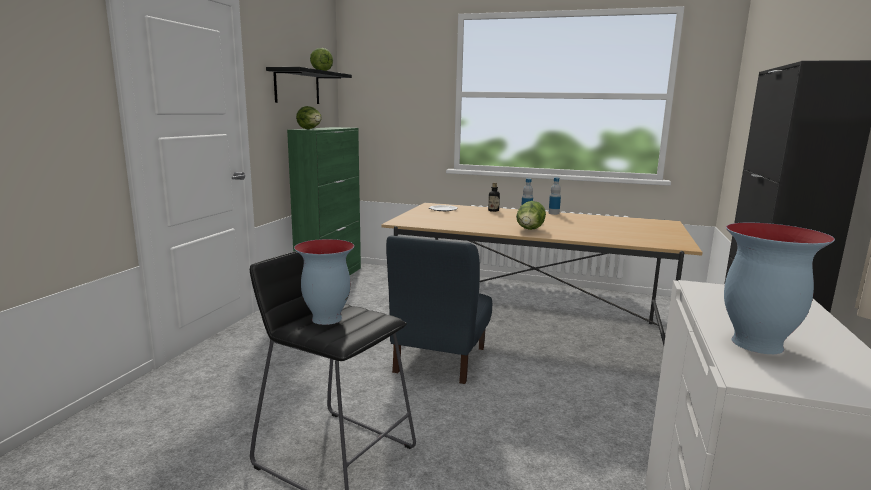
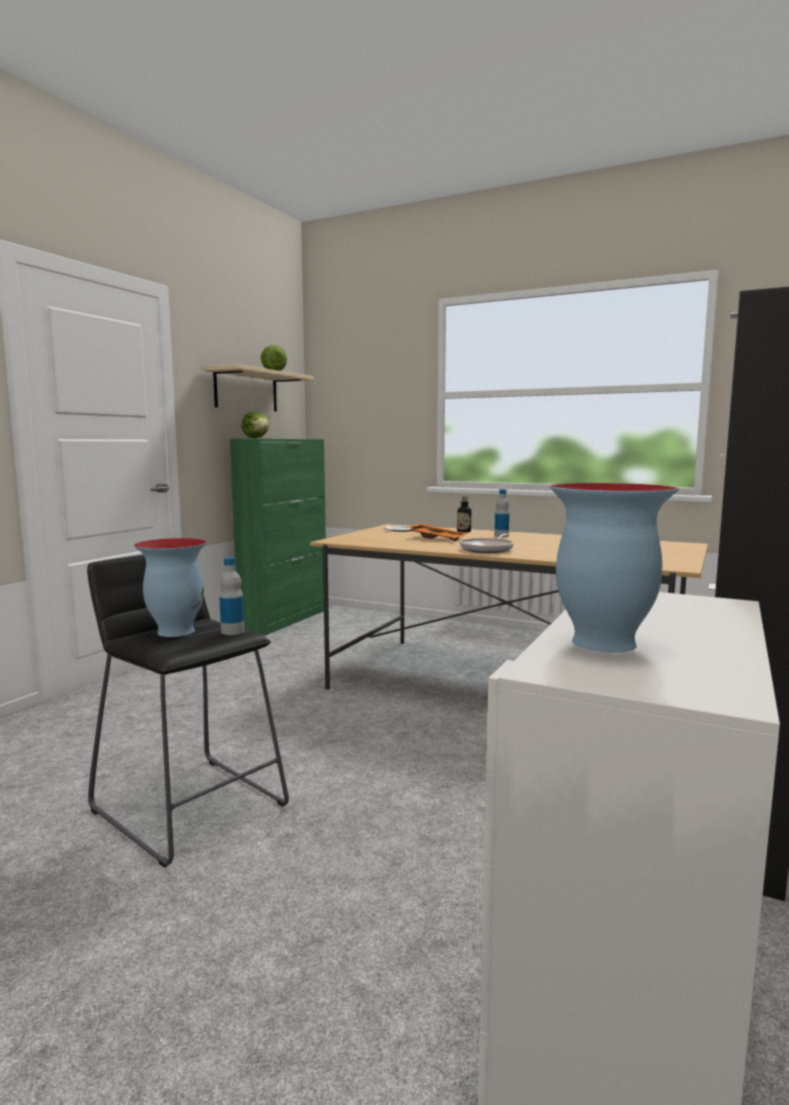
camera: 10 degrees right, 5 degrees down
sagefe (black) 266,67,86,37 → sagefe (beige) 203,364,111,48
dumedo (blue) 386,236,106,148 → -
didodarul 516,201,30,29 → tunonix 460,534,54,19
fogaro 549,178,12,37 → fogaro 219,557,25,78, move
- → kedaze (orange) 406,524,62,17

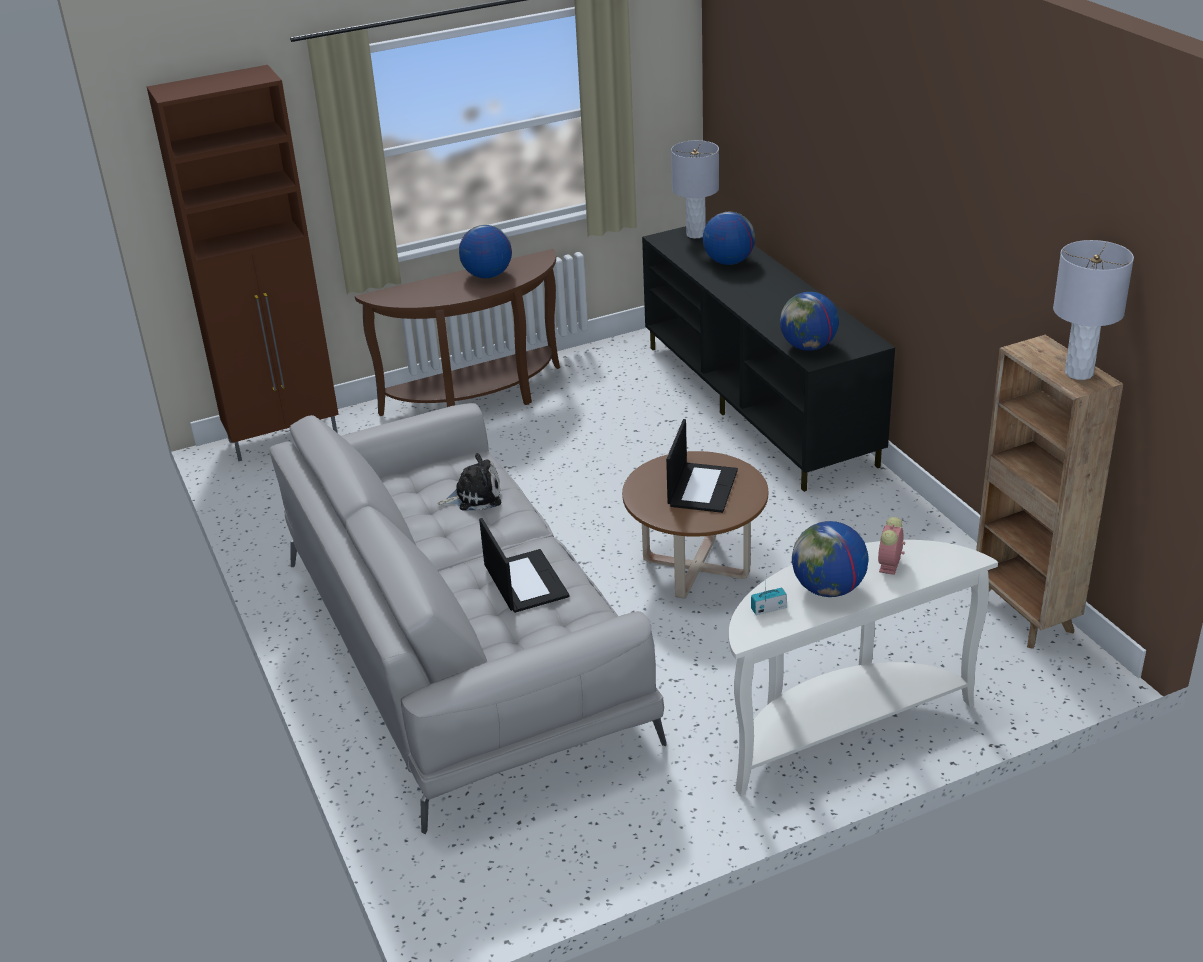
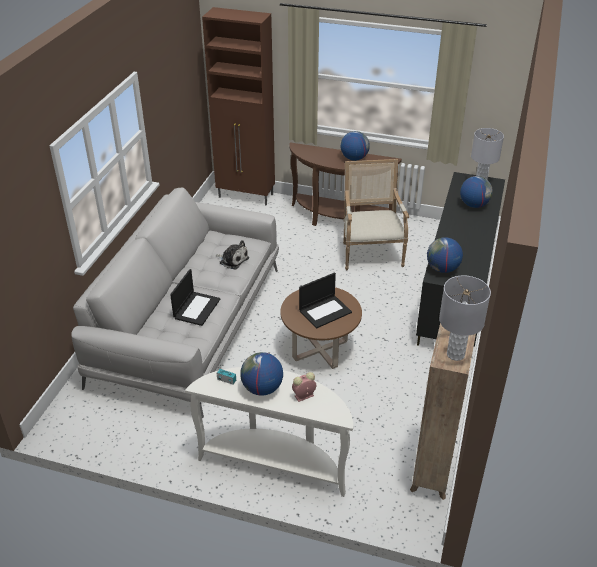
camera: 40 degrees right, 5 degrees up
- → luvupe 343,159,66,111

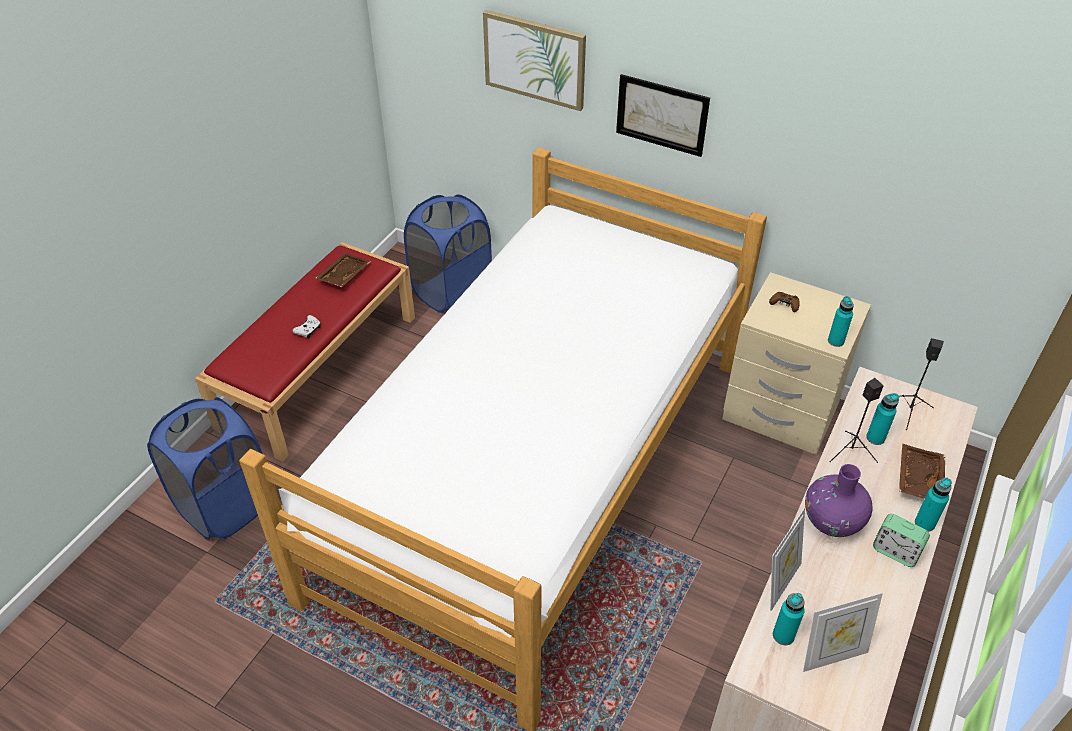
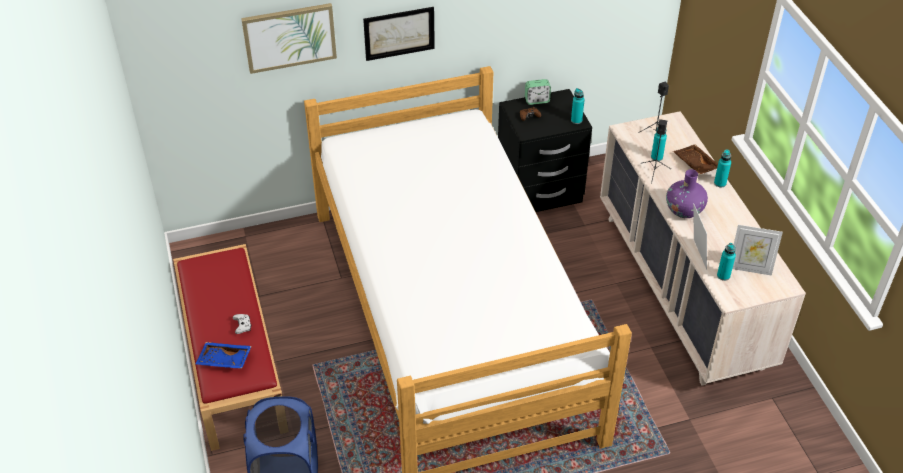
camera: 45 degrees left, 0 degrees up
kedaze (brown) 315,253,56,34 → -
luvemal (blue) 404,194,88,119 → -
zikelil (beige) 722,272,149,183 → zikelil (black) 498,89,94,123
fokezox 803,593,80,79 → fokezox 732,225,51,51, 75 degrees clockwise
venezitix 873,514,57,53 → venezitix 525,79,26,26, move
- → kedaze (blue) 195,342,57,27

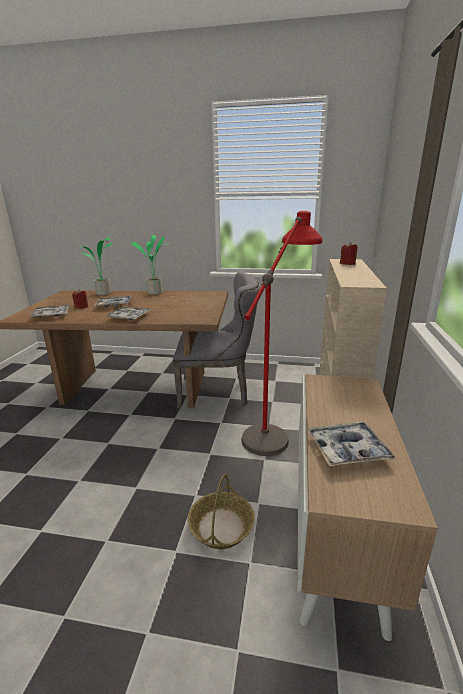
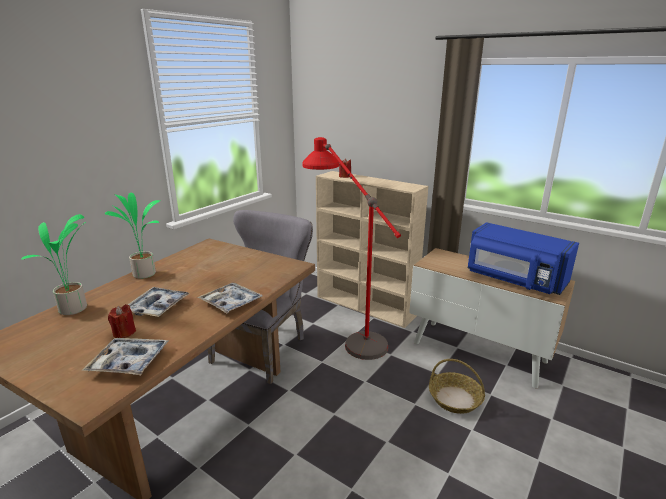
camera: 65 degrees left, 0 degrees up
kedaze 308,422,88,44 → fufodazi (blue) 468,222,111,73

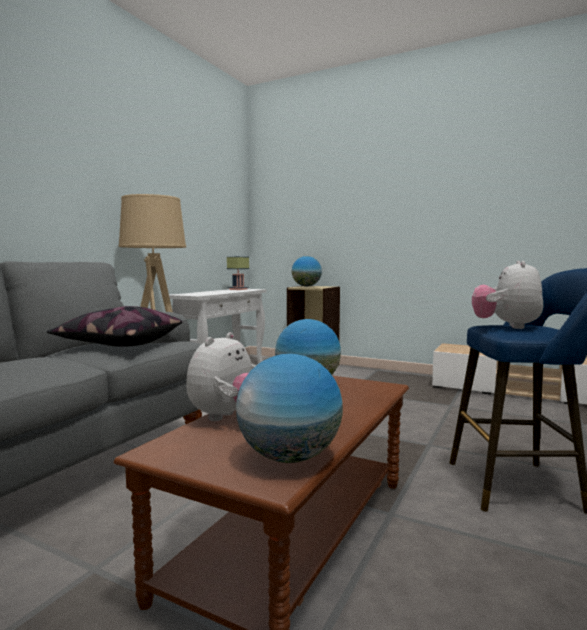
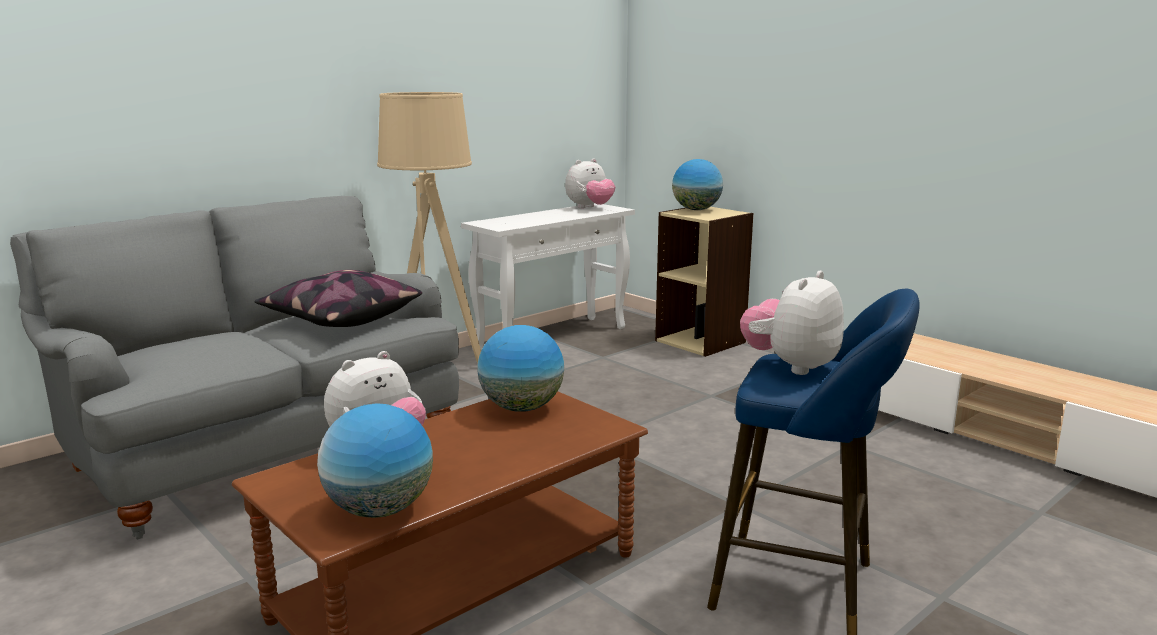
camera: 20 degrees right, 10 degrees up
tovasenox 227,257,22,33 → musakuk 565,158,50,50

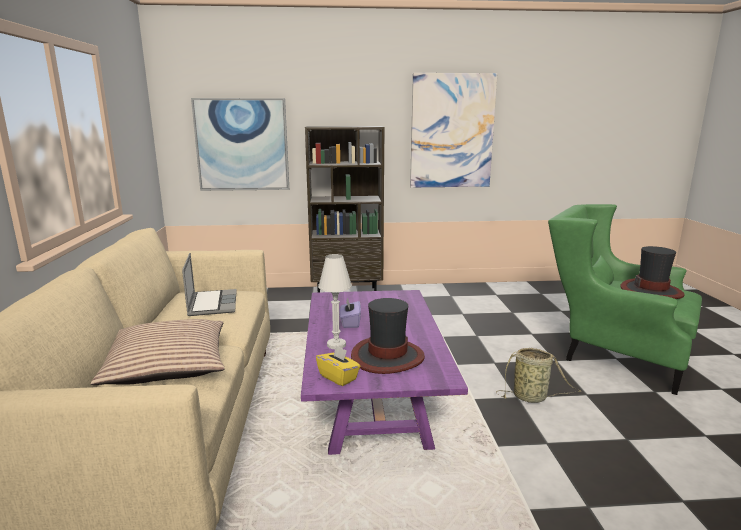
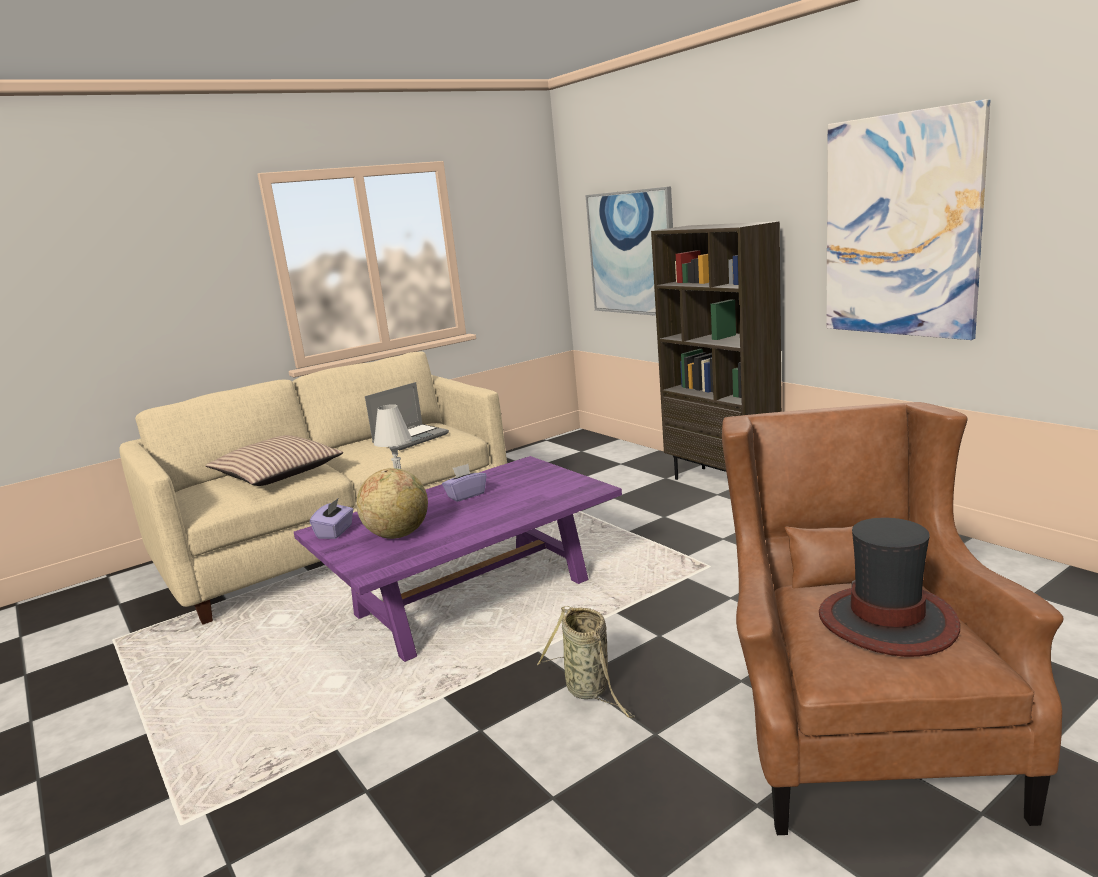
camera: 60 degrees right, 0 degrees up
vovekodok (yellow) 316,345,45,41 → vovekodok (purple) 310,499,43,40
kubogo 351,298,74,76 → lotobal 356,468,72,71
luvupe (green) 548,204,154,191 → luvupe (brown) 722,402,342,433

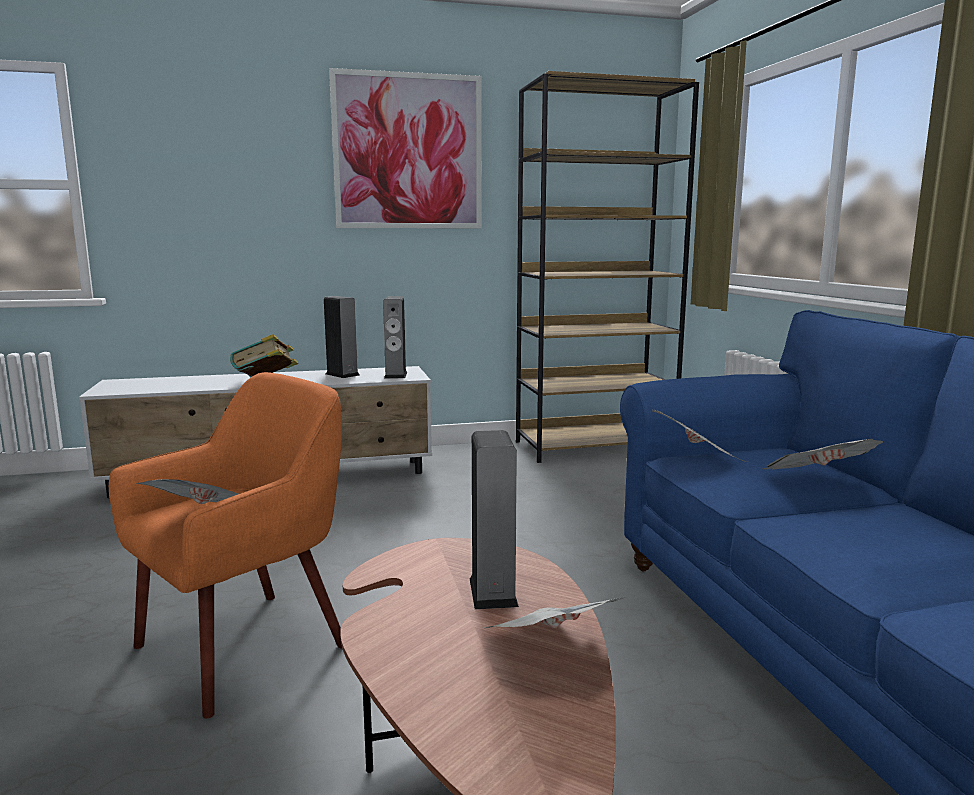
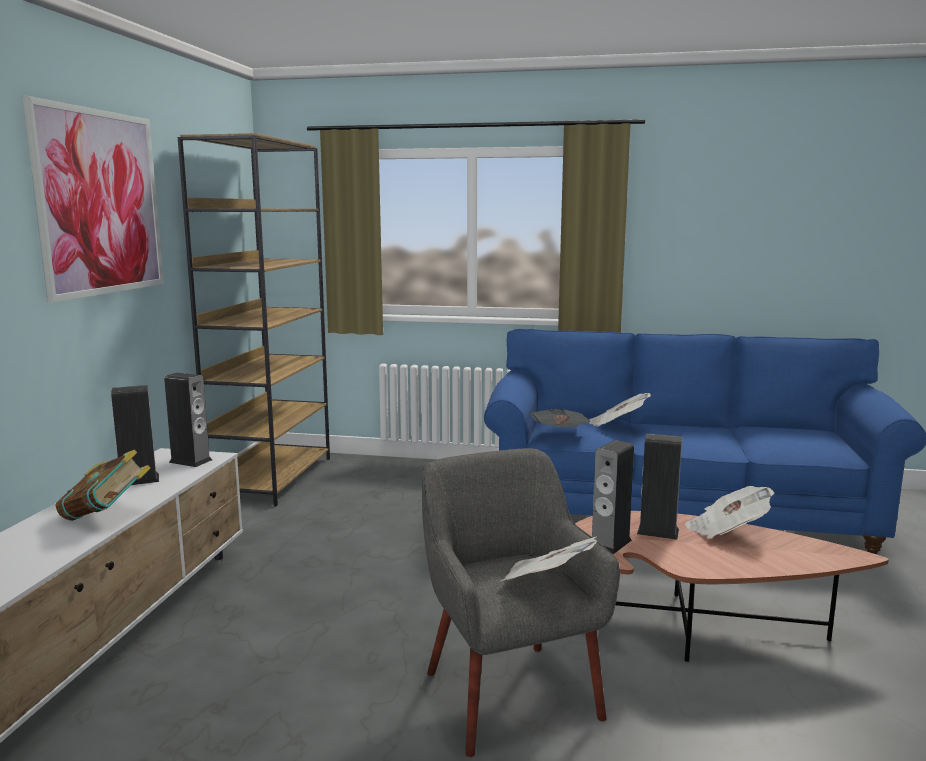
camera: 65 degrees left, 0 degrees up
luvupe (orange) 109,372,233,347 → luvupe (grey) 422,448,198,309
- → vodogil 592,440,42,114

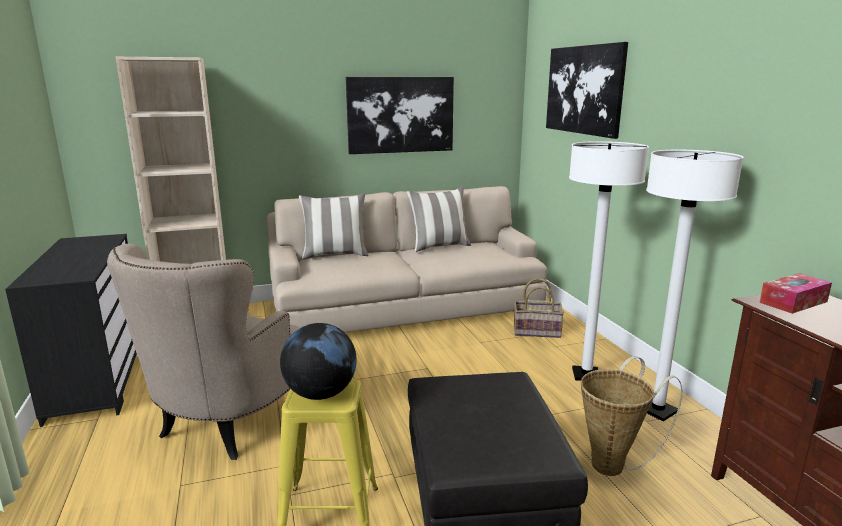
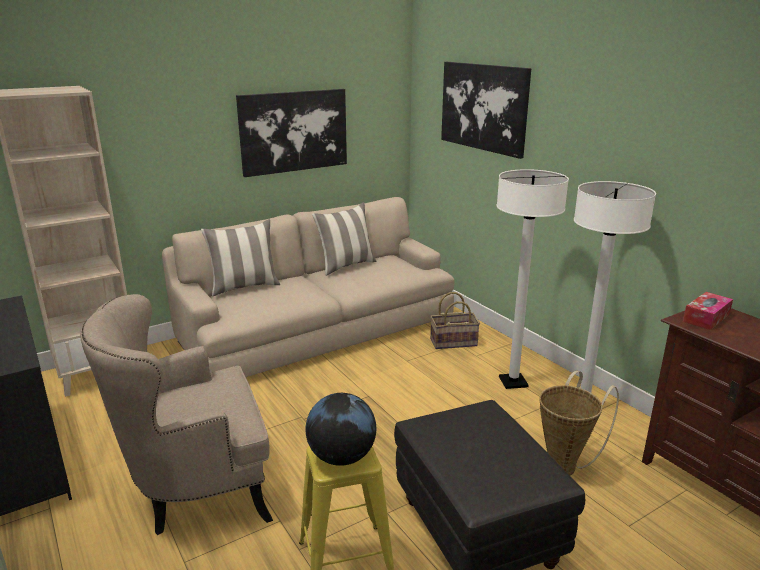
camera: 15 degrees left, 5 degrees up
luvupe (beige) 107,243,194,217 → luvupe (beige) 80,294,193,241, 60 degrees clockwise

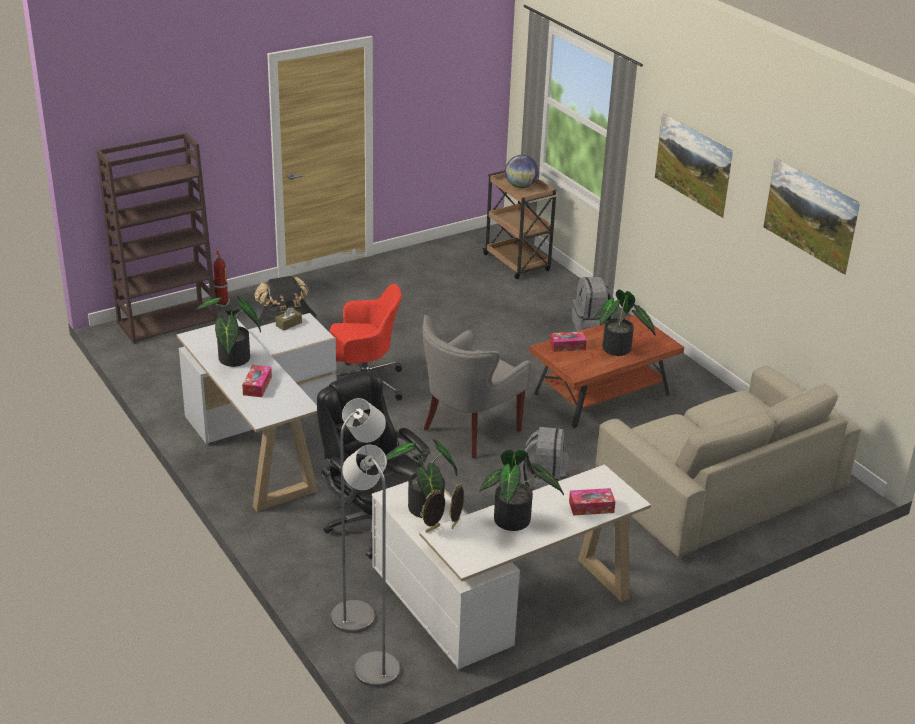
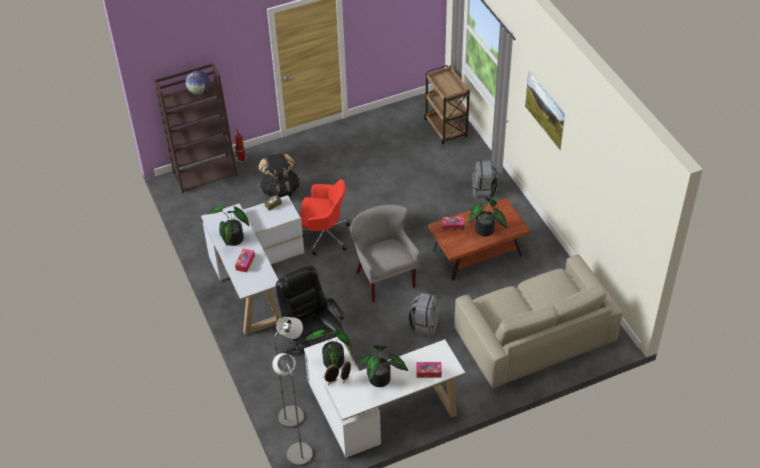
camera: 10 degrees right, 15 degrees up
luvupe (grey) 422,315,109,143 → luvupe (grey) 350,205,70,98, 105 degrees clockwise
lotobal 505,155,33,33 → lotobal 185,70,25,25, move
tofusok 763,158,97,117 → -

